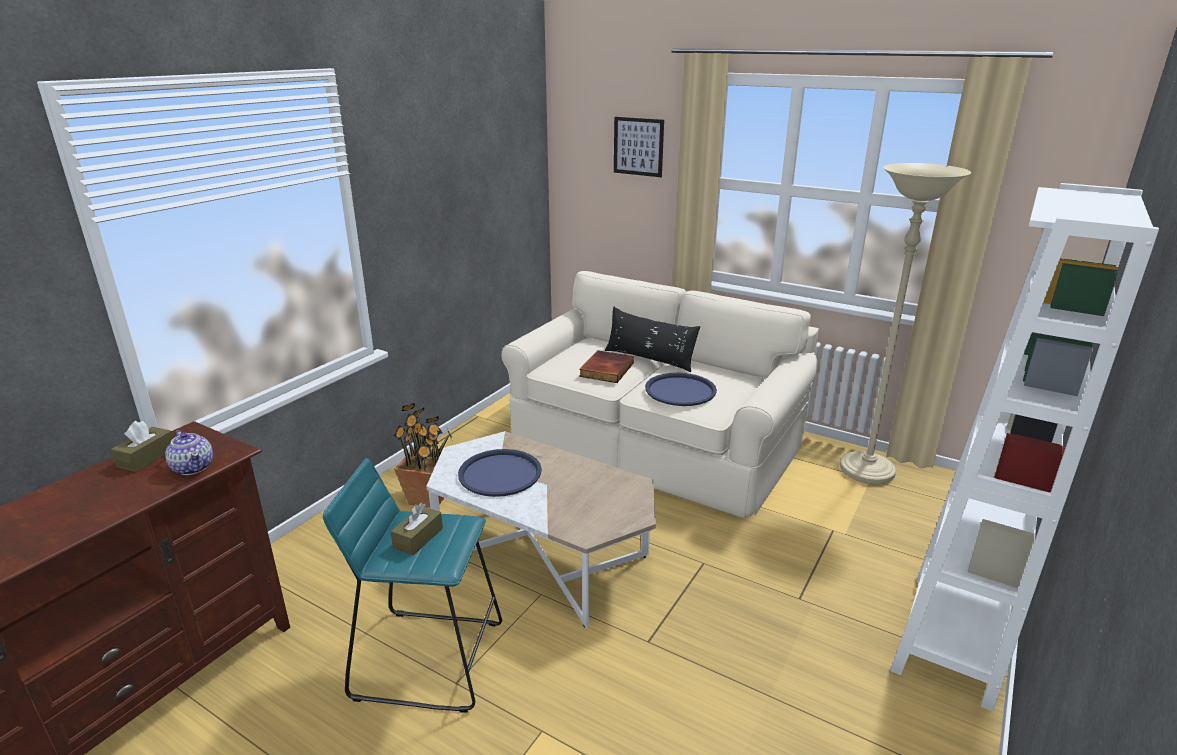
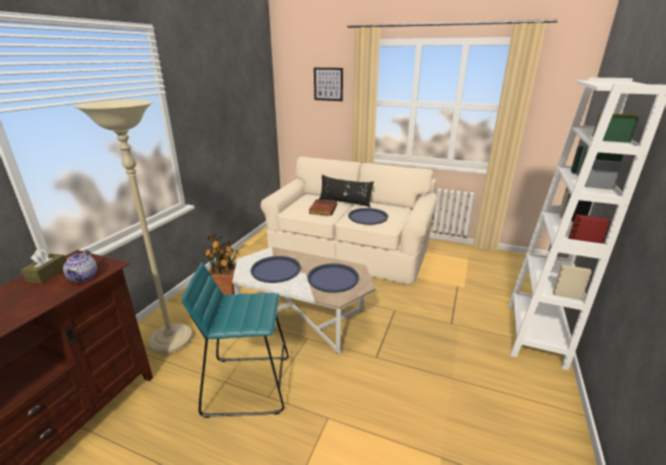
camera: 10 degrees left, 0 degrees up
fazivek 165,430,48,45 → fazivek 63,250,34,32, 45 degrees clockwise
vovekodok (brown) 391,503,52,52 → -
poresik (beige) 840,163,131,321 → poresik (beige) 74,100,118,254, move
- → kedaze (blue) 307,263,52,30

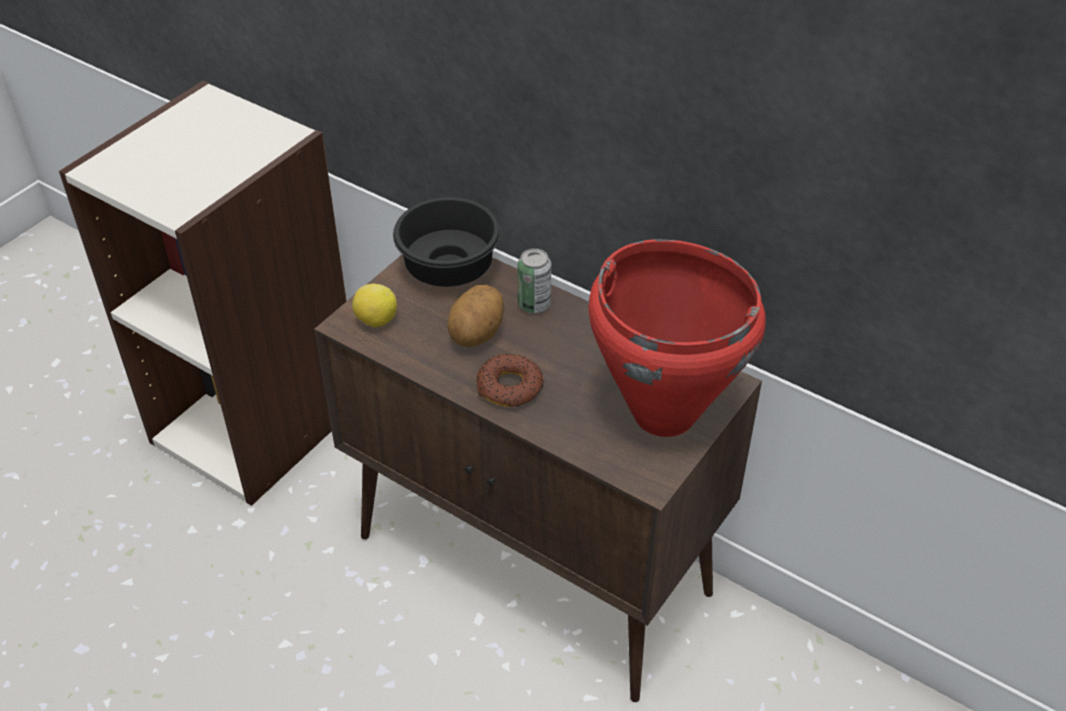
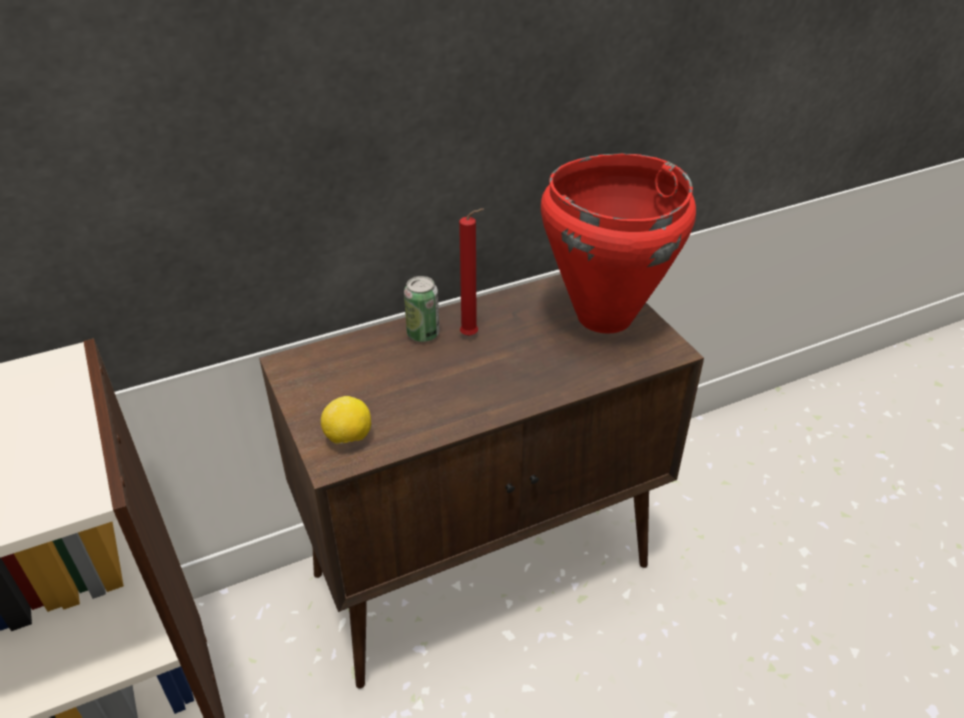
camera: 60 degrees left, 5 degrees down
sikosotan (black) 393,197,108,90 → -
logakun 447,285,57,62 → -
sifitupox 476,353,68,54 → -
- → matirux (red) 459,208,25,128

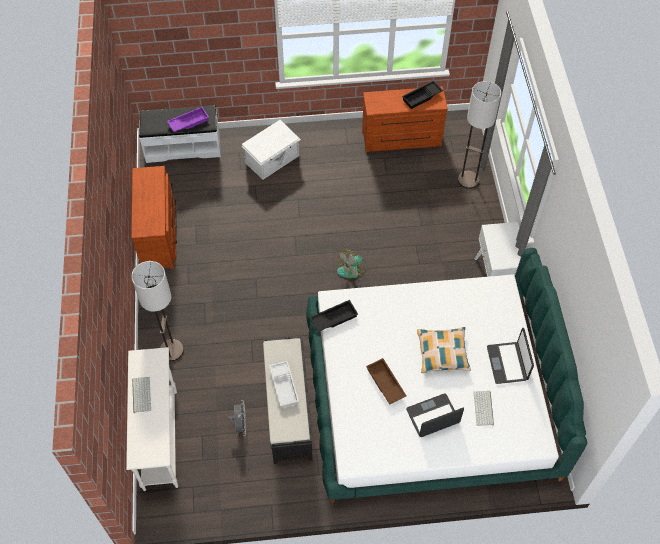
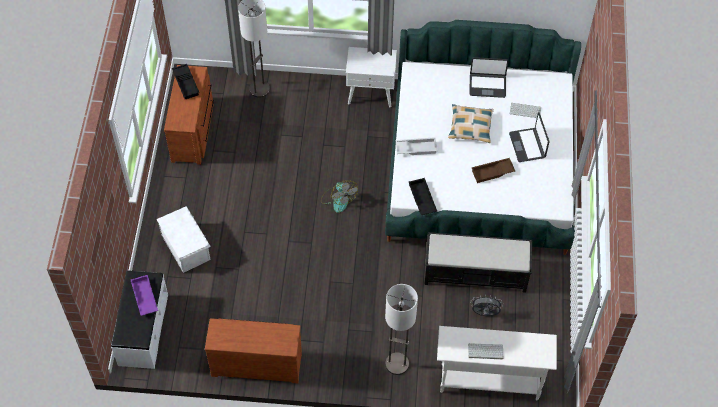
camera: 80 degrees left, 0 degrees up
kedaze (white) 269,361,30,47 → kedaze (white) 396,137,41,18, move

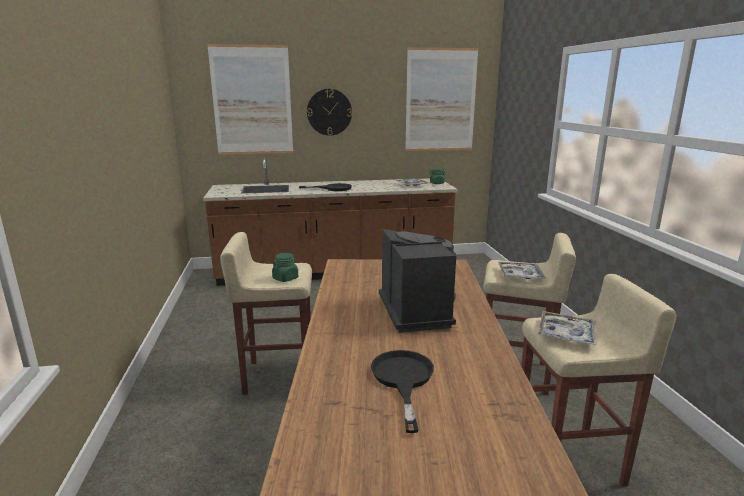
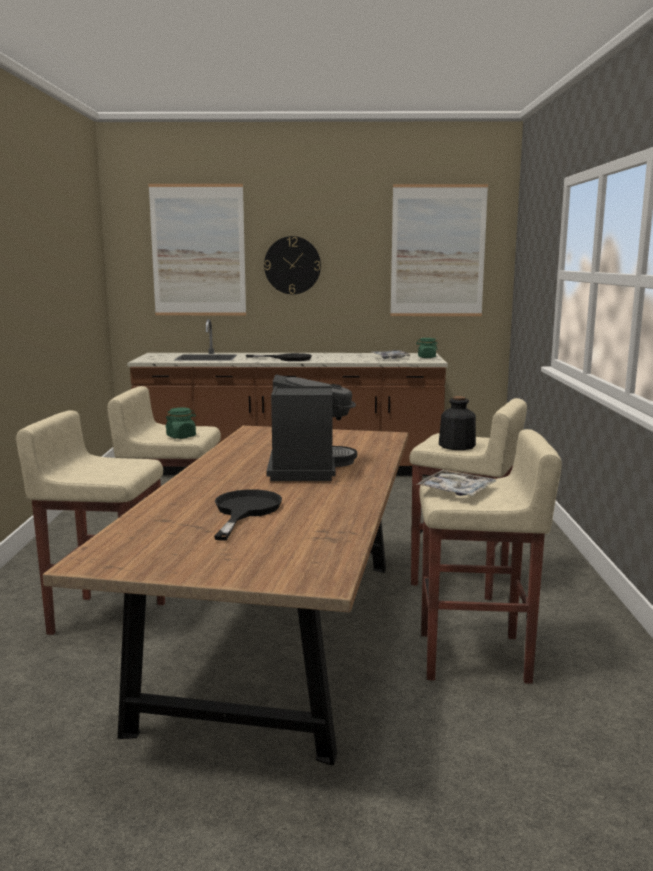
camera: 10 degrees right, 5 degrees down
kedaze 498,262,48,17 → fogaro 439,396,37,54
- → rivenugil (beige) 16,410,149,225

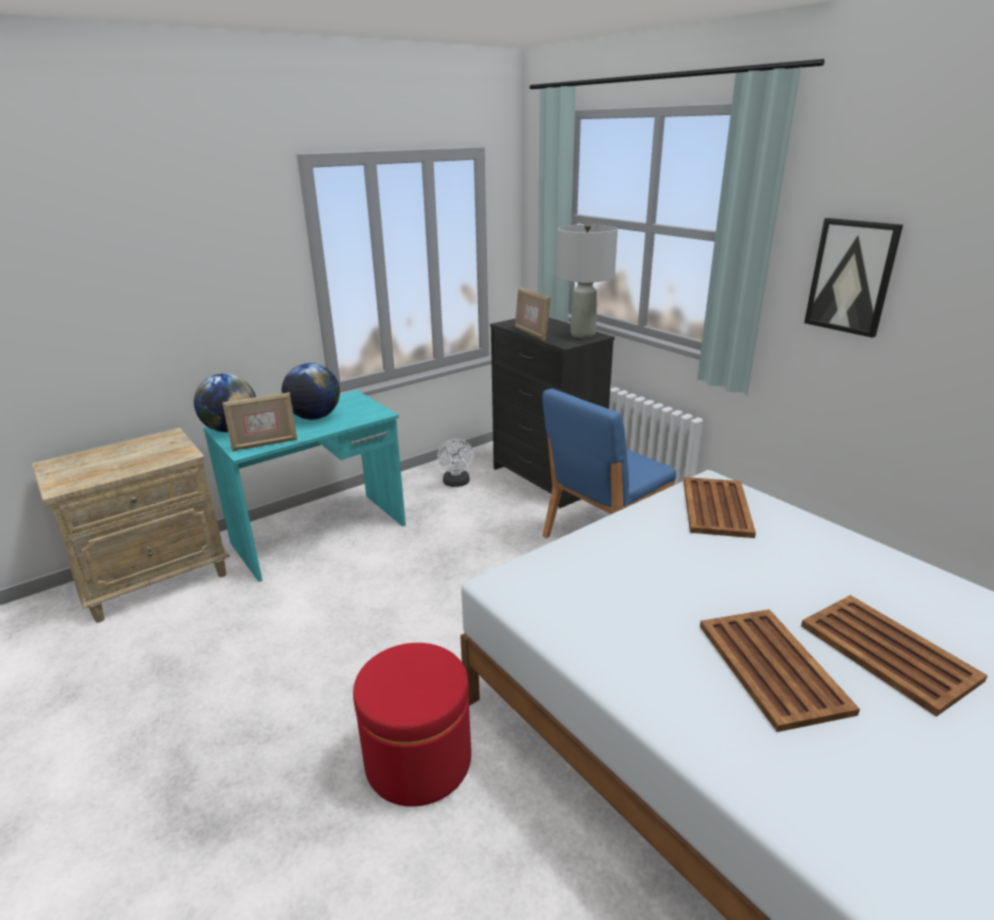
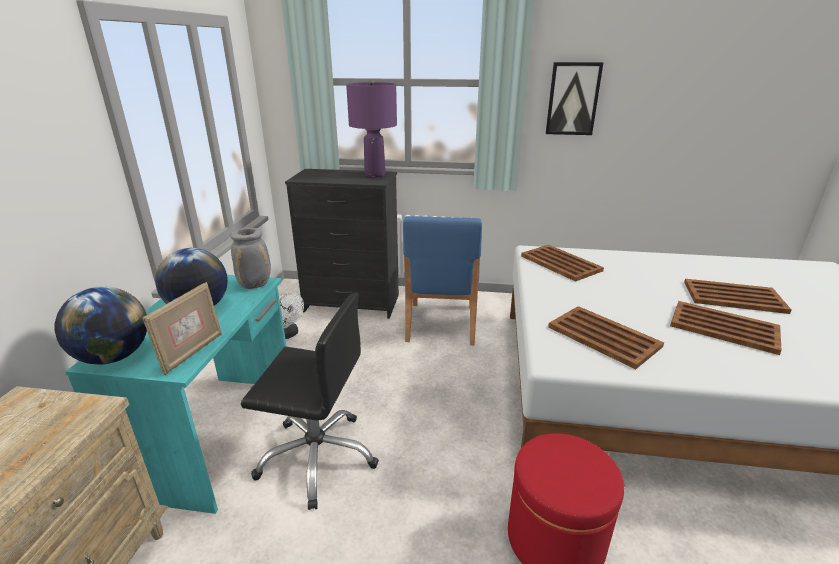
camera: 45 degrees left, 0 degrees up
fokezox 515,287,36,54 → -
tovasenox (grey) 557,223,61,116 → tovasenox (purple) 346,80,51,97
- → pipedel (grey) 230,228,41,61
- → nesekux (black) 241,292,138,218
- → kedaze (brown) 548,306,116,63

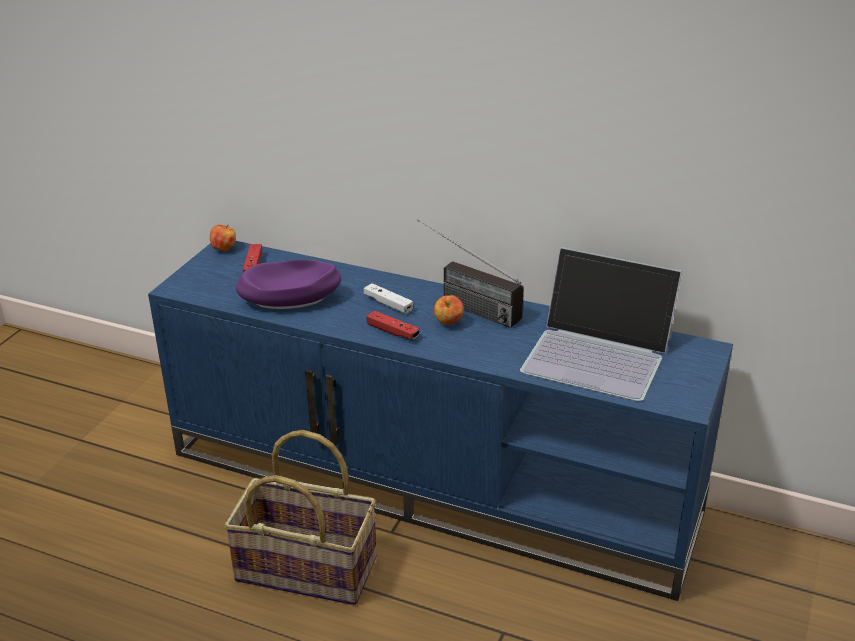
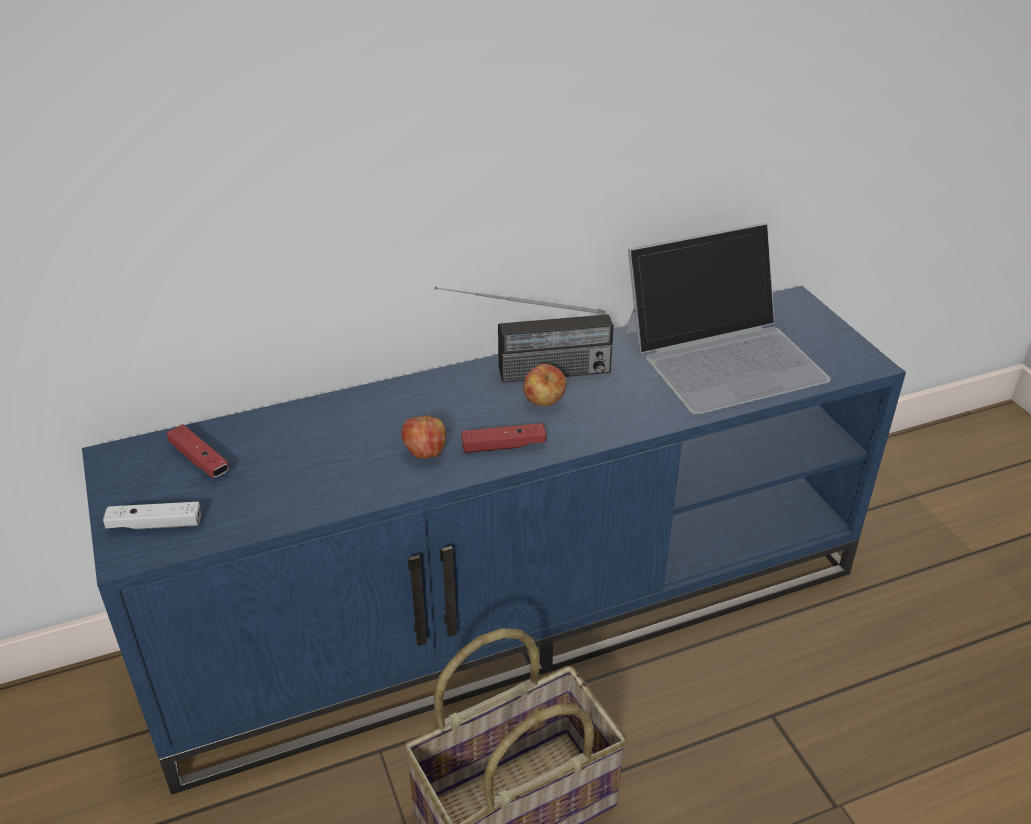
camera: 45 degrees left, 5 degrees up
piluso 210,225,26,27 → piluso 401,412,45,47, move
sikosotan (purple) 236,260,105,49 → -
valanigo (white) 364,283,49,31 → valanigo (white) 103,502,98,27, move

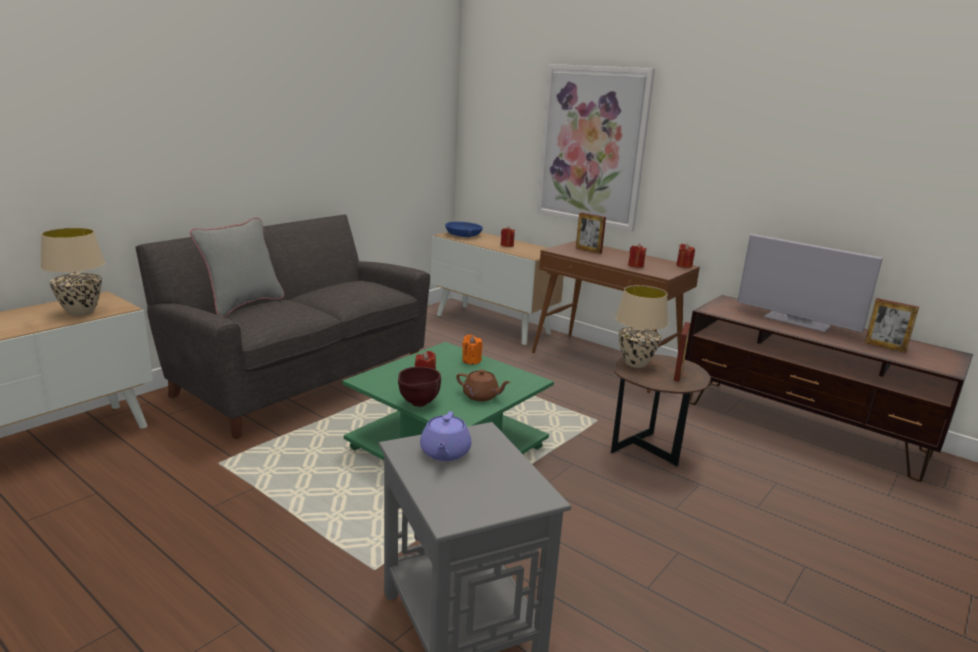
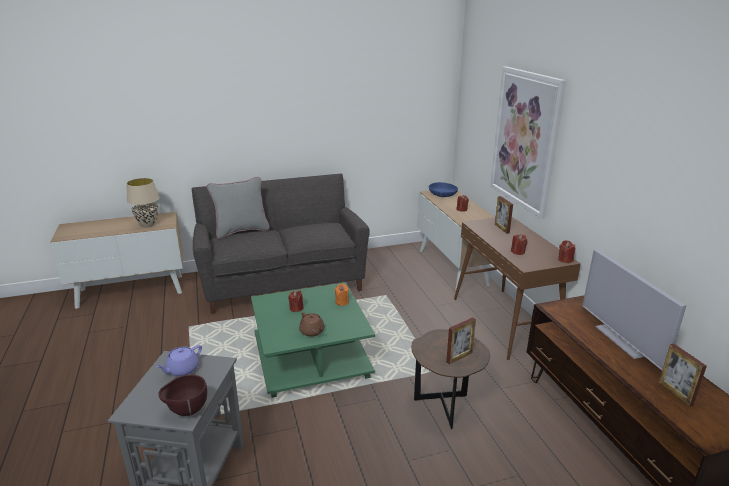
camera: 35 degrees right, 5 degrees up
sikosotan (brown) 398,367,43,40 → sikosotan (brown) 159,375,48,41, move
tovasenox (beige) 616,285,52,83 → -

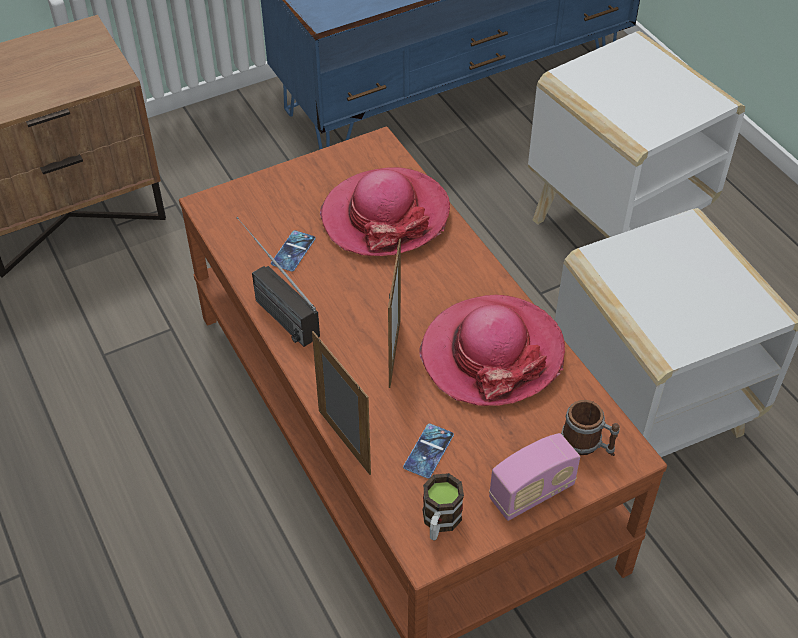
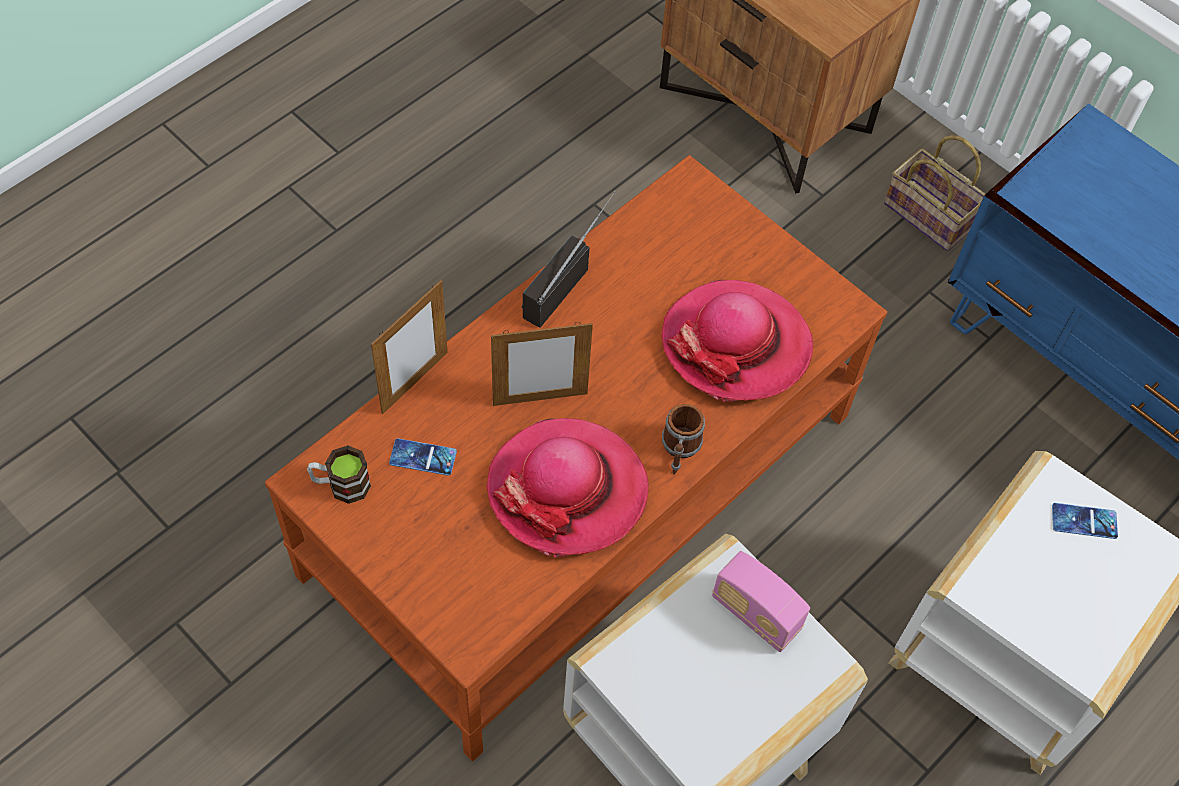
camera: 70 degrees right, 10 degrees up
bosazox 271,230,45,42 → bosazox 1052,503,66,36, move
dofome 489,433,91,88 → dofome 712,551,98,101, move
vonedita 561,400,58,56 → vonedita 662,404,43,70, move
- → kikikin 884,135,102,116

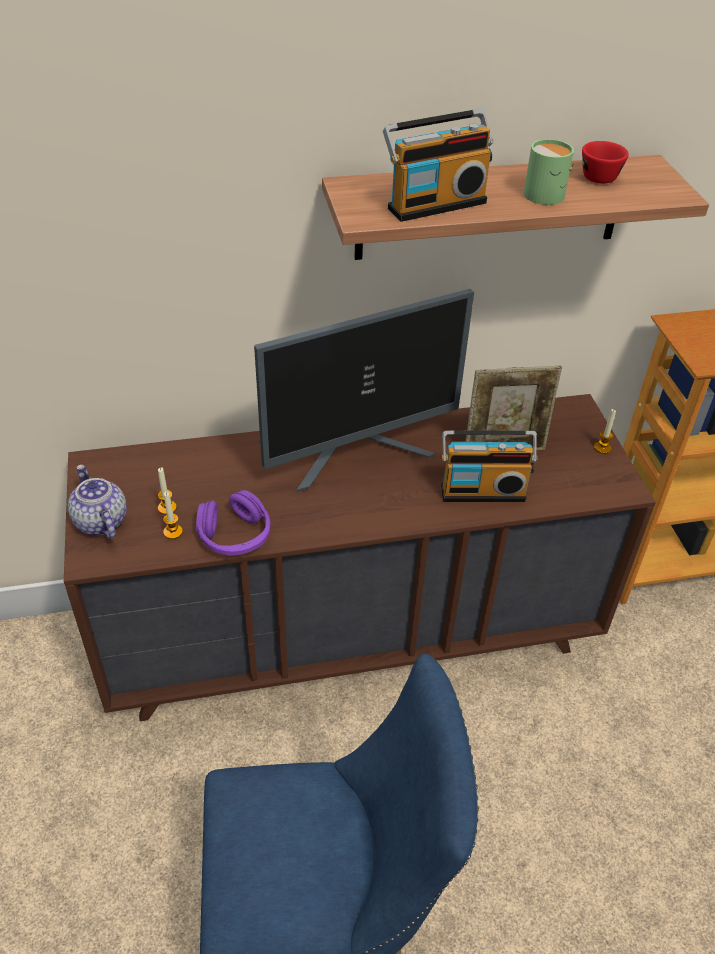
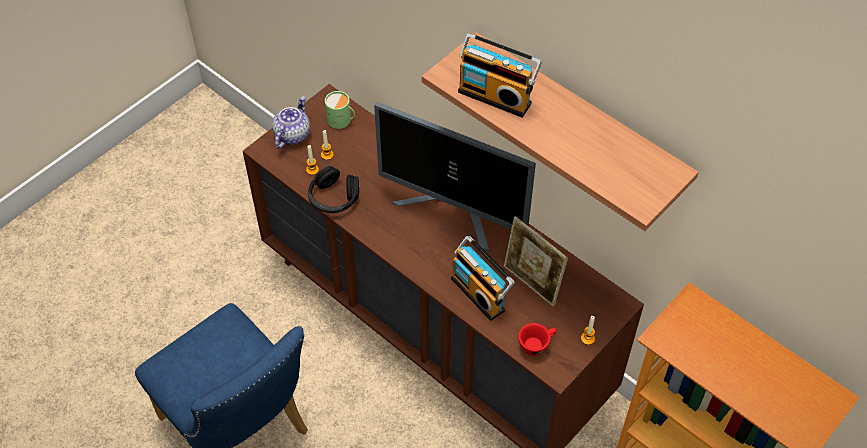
camera: 55 degrees right, 10 degrees up
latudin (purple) 196,490,75,66 → latudin (black) 308,166,51,47
vonedita (green) 524,139,50,66 → vonedita (green) 325,91,30,38, move
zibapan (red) 582,141,47,43 → zibapan (red) 518,323,39,33, move

